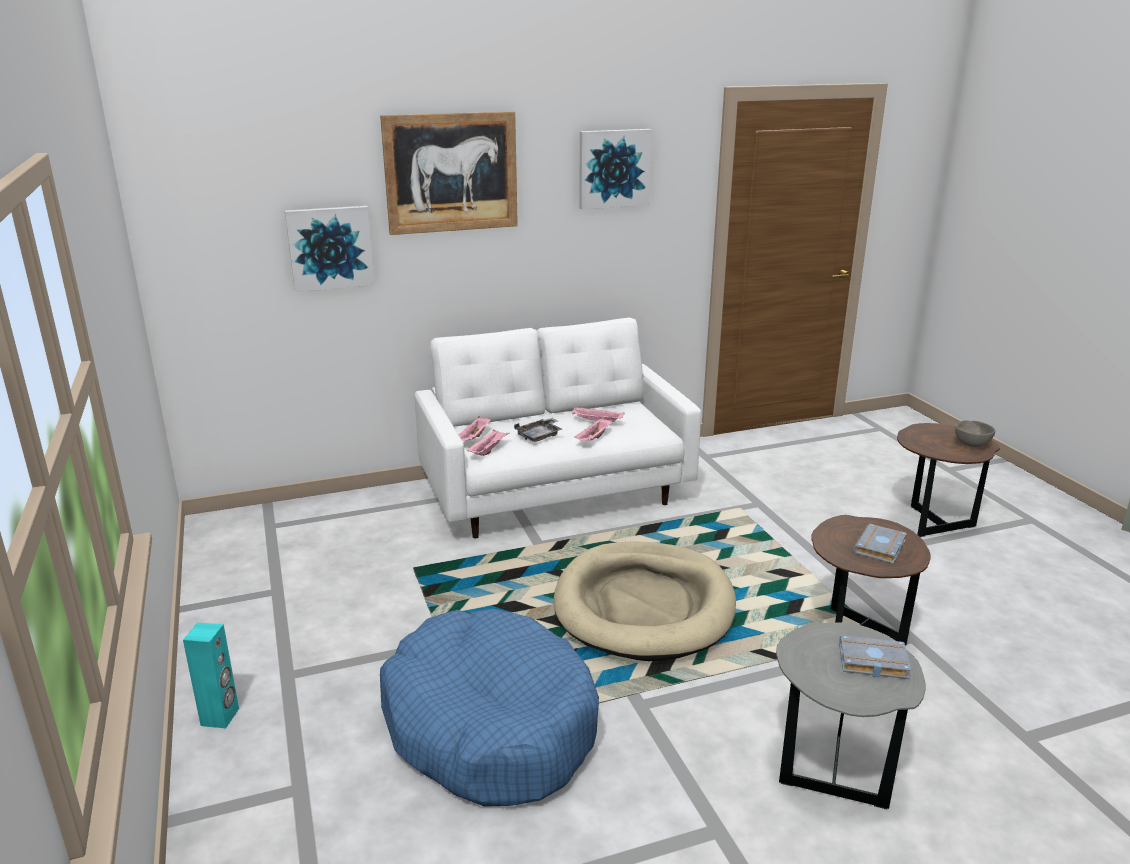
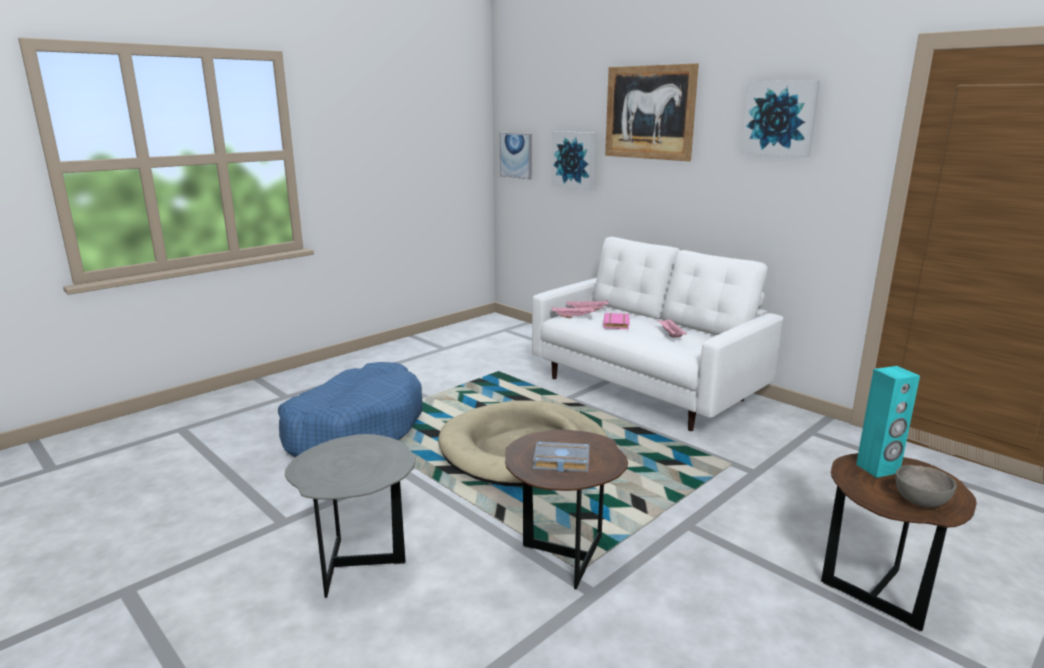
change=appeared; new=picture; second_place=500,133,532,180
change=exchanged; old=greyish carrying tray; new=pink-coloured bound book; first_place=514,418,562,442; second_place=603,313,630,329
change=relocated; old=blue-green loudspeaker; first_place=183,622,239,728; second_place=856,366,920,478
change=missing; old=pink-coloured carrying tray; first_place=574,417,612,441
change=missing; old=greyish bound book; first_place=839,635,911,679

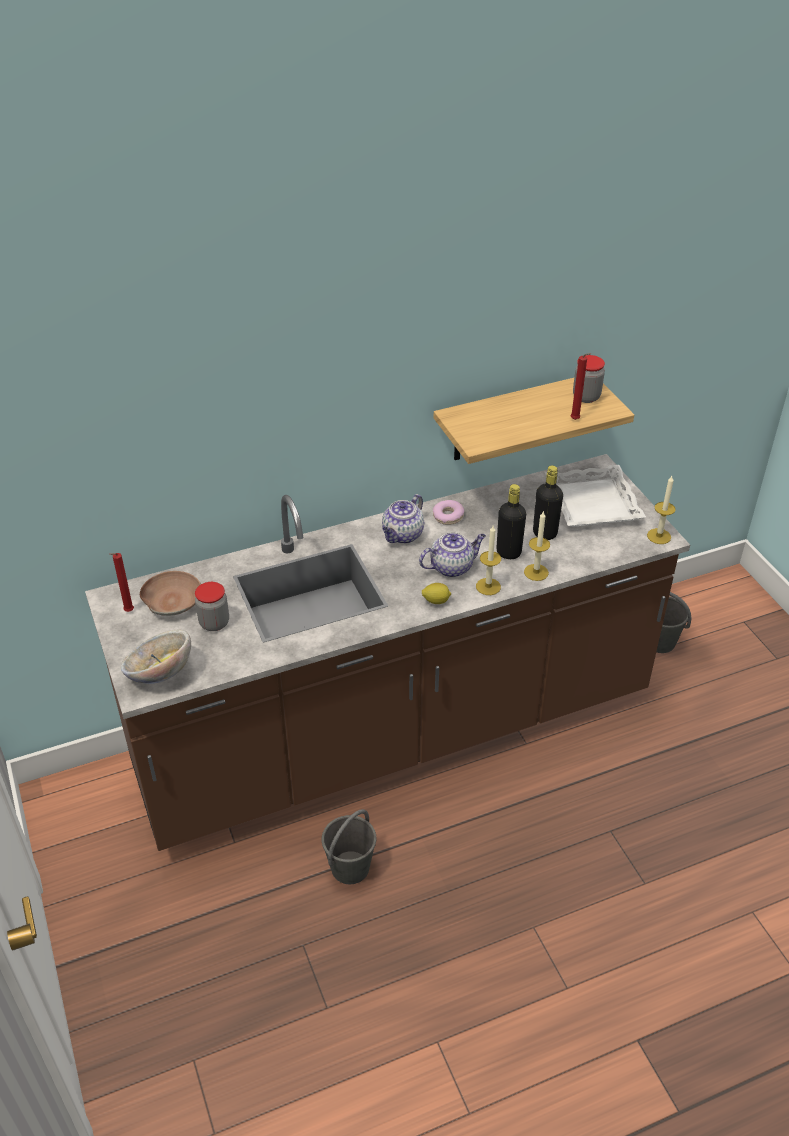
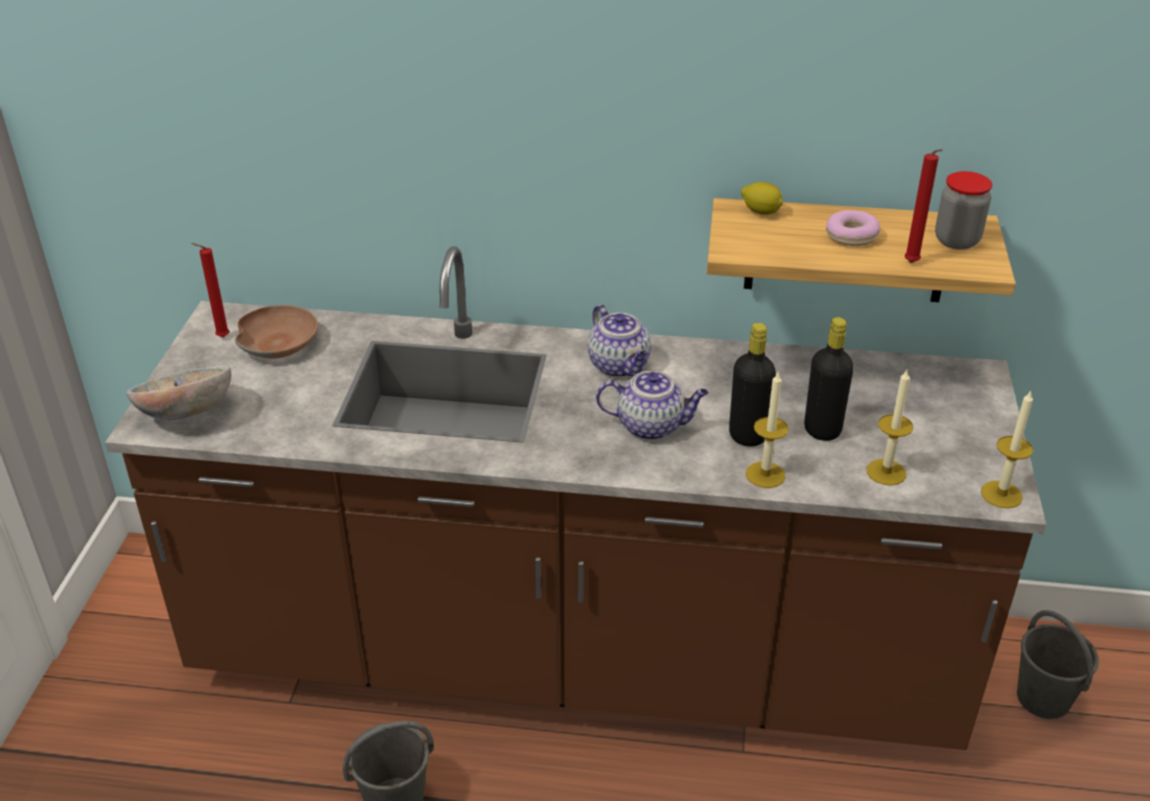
change=spun; old=tea pot; first_place=382,494,424,544; second_place=588,304,651,377; degrees=-90
change=relocated; old=whole lemon; first_place=422,583,451,604; second_place=741,182,783,215
change=relocated; old=donut; first_place=433,500,464,525; second_place=826,210,880,246
change=relocated; old=wax light; first_place=476,526,501,595; second_place=867,370,913,485
change=missing; old=preserve jar; first_place=195,582,229,631
change=missing; old=white carrying tray; first_place=545,465,646,527

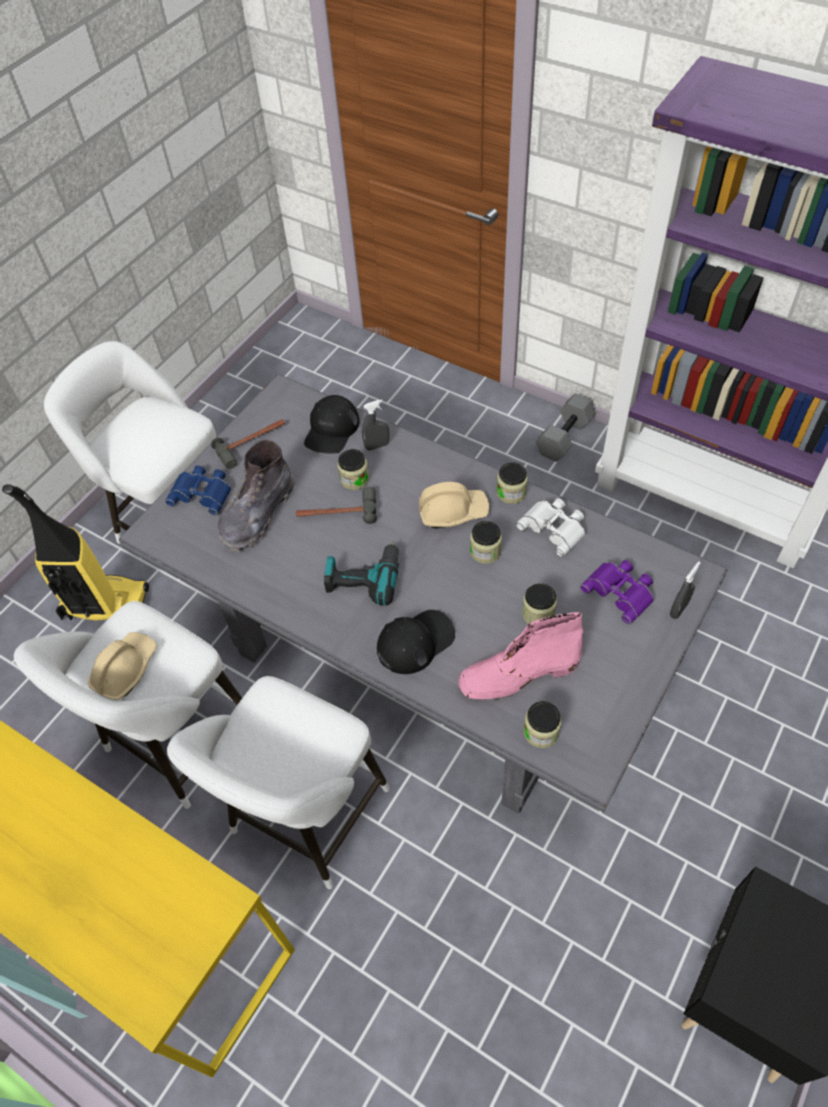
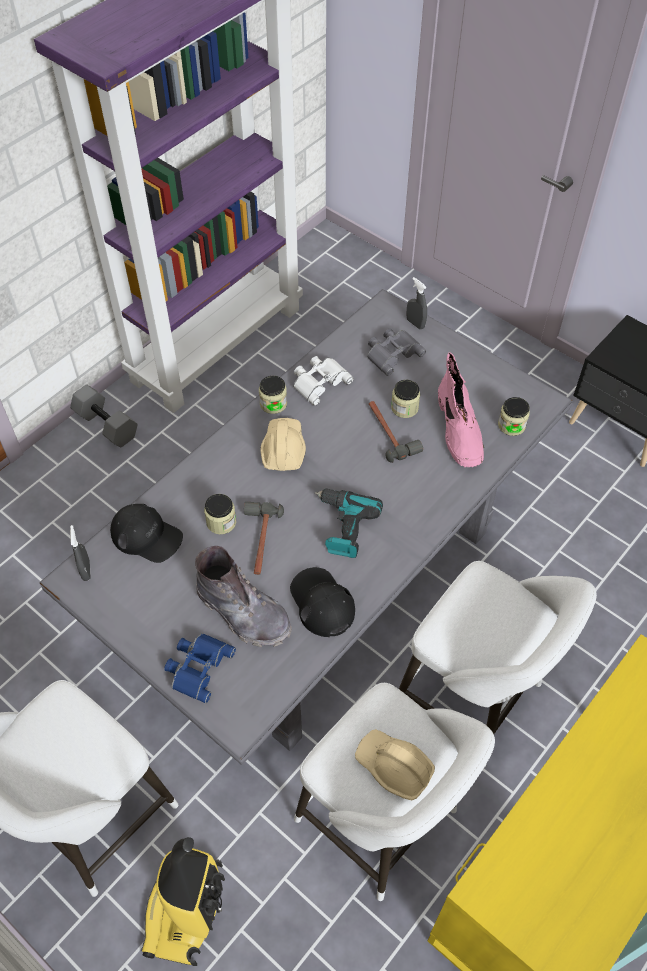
change=relocated; old=greyish sprayer; first_place=362,400,389,451; second_place=70,525,91,581
change=relocated; old=black-coloured peaked cap; first_place=377,610,455,674; second_place=290,567,355,637
change=colour; old=purplish binoculars; new=greyish binoculars; first_place=580,560,654,624; second_place=367,328,426,376
change=relocated; old=hand hammer; first_place=211,419,285,469; second_place=369,401,423,463
change=missing; old=preserve jar; first_place=470,521,502,564

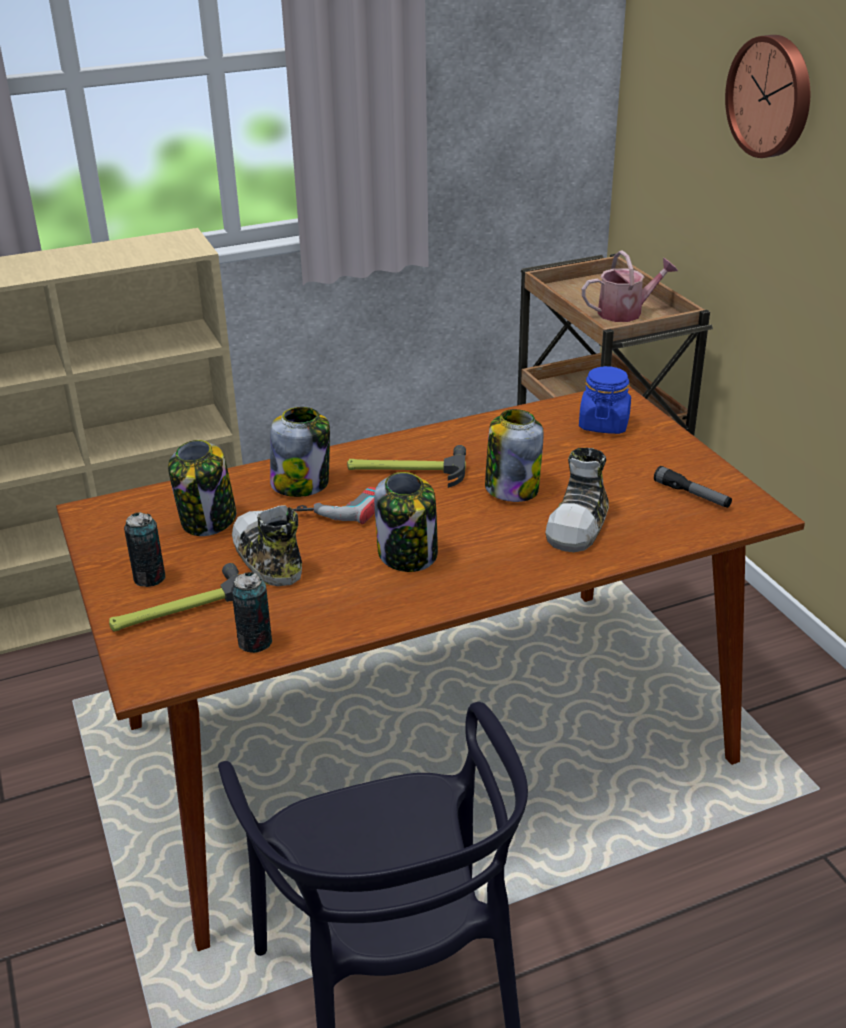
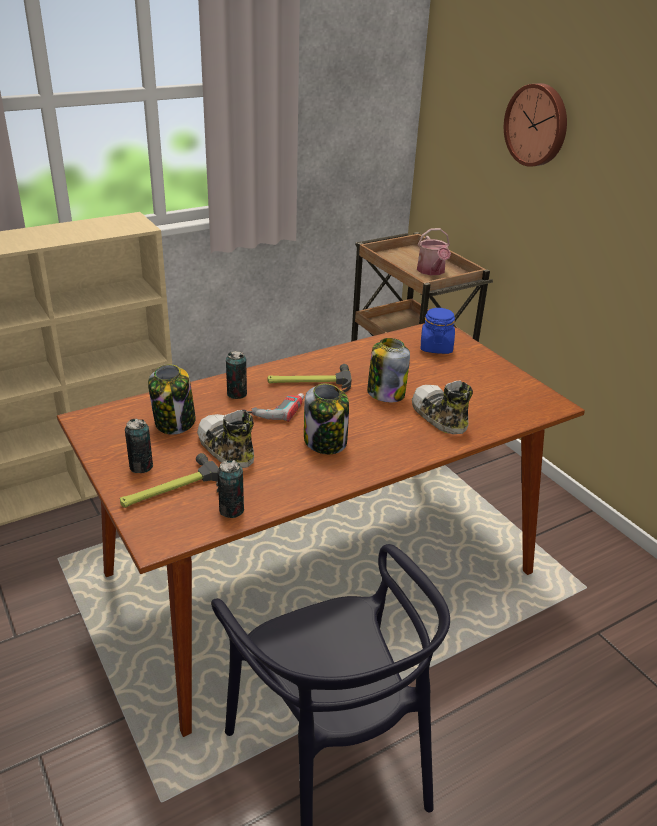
change=exchanged; old=preserve jar; new=sealed can; first_place=270,407,330,497; second_place=226,351,247,399
change=spun; old=item of footwear; first_place=545,448,609,552; second_place=412,381,473,434; degrees=135
change=spun; old=watering pot; first_place=582,250,678,322; second_place=417,228,451,275; degrees=105
change=missing; old=torch; first_place=654,466,732,508

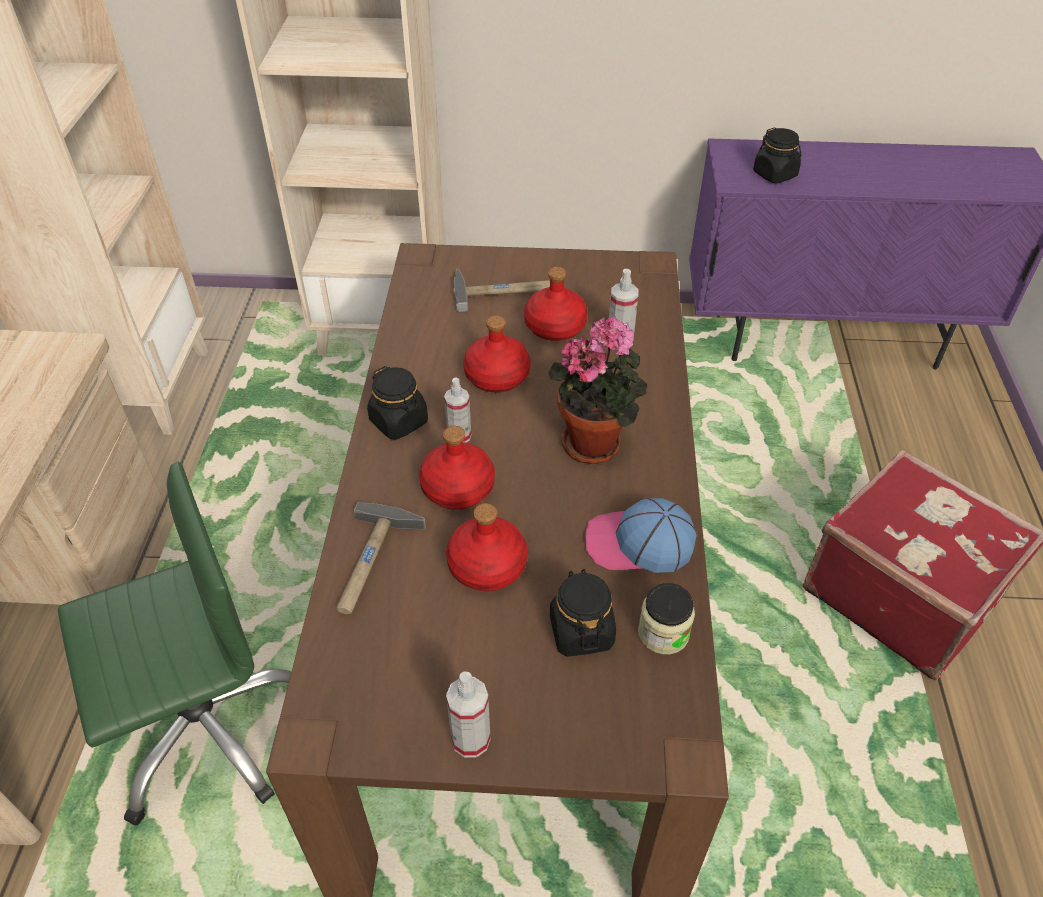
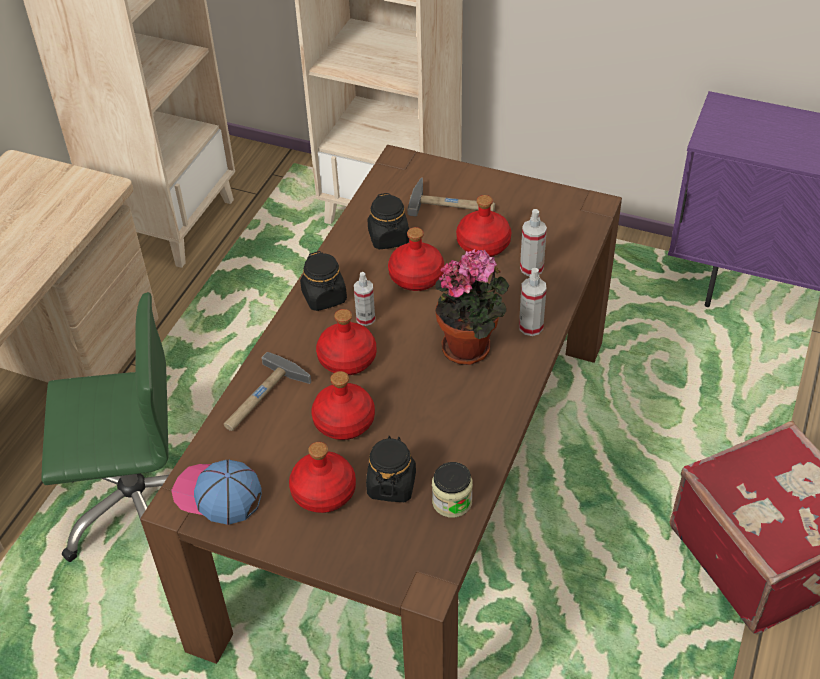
change=relocated; old=peaked cap; first_place=585,498,697,573; second_place=171,459,262,525
change=appeared; new=red-coloured beverage bottle; second_place=289,442,356,513
change=relocated; old=black-coloured preserve jar; first_place=753,127,801,183; second_place=368,193,409,249
change=relocated; old=sprayer; first_place=446,672,491,758; second_place=519,268,547,336

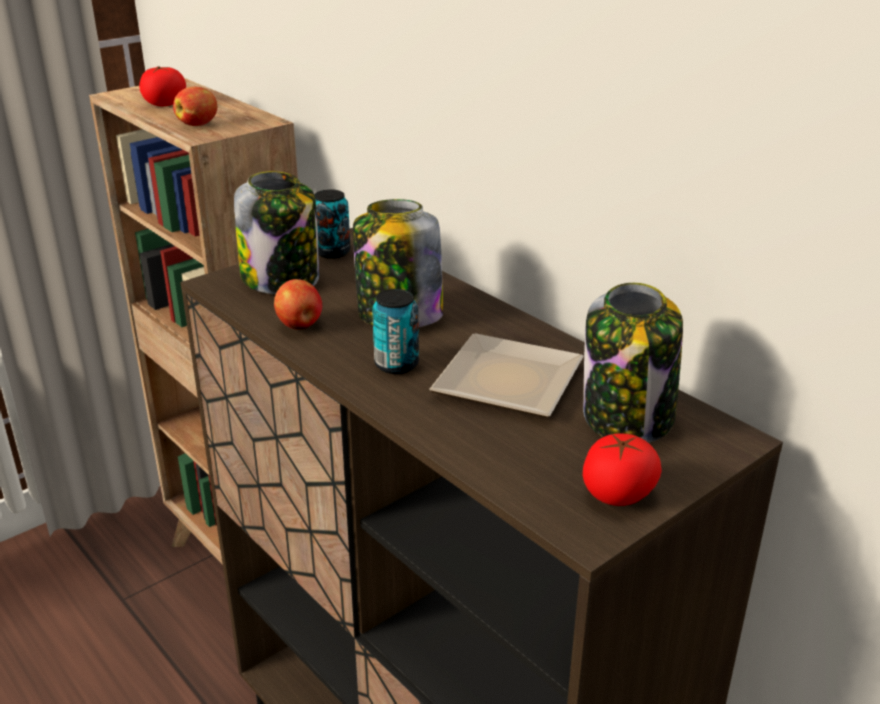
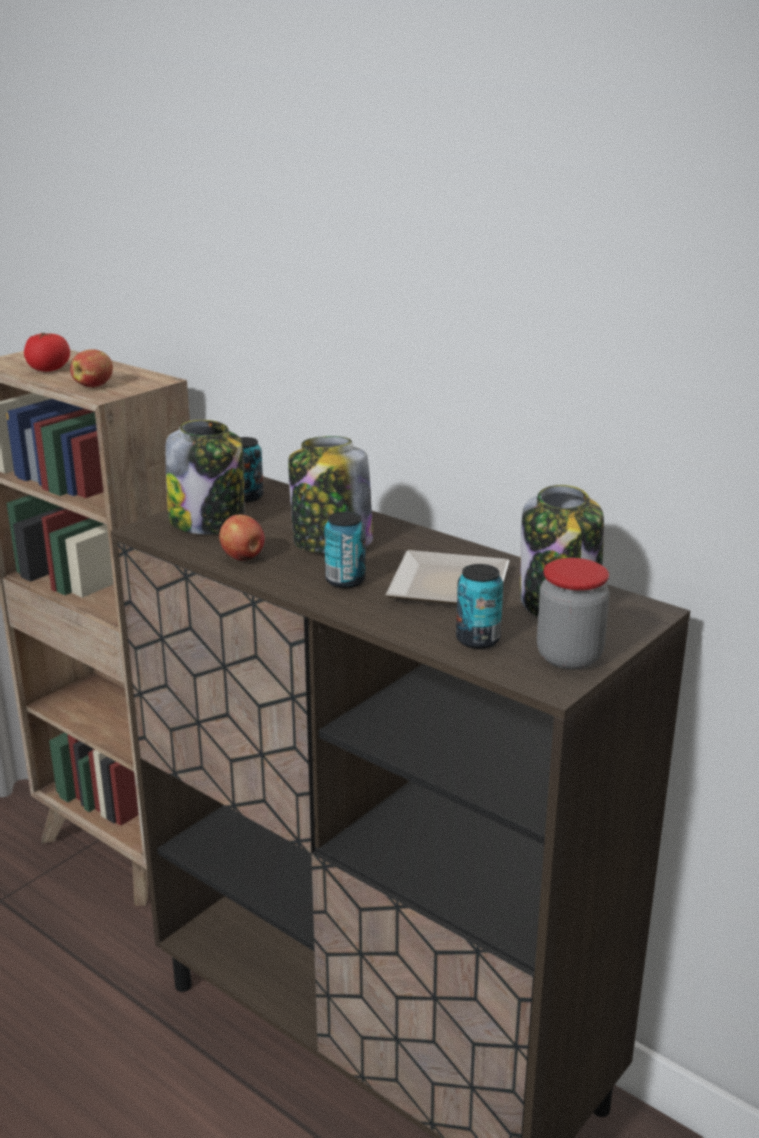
change=appeared; new=sealed can; second_place=456,564,503,649
change=exchanged; old=tomato; new=preserve jar; first_place=583,434,662,506; second_place=537,558,610,670

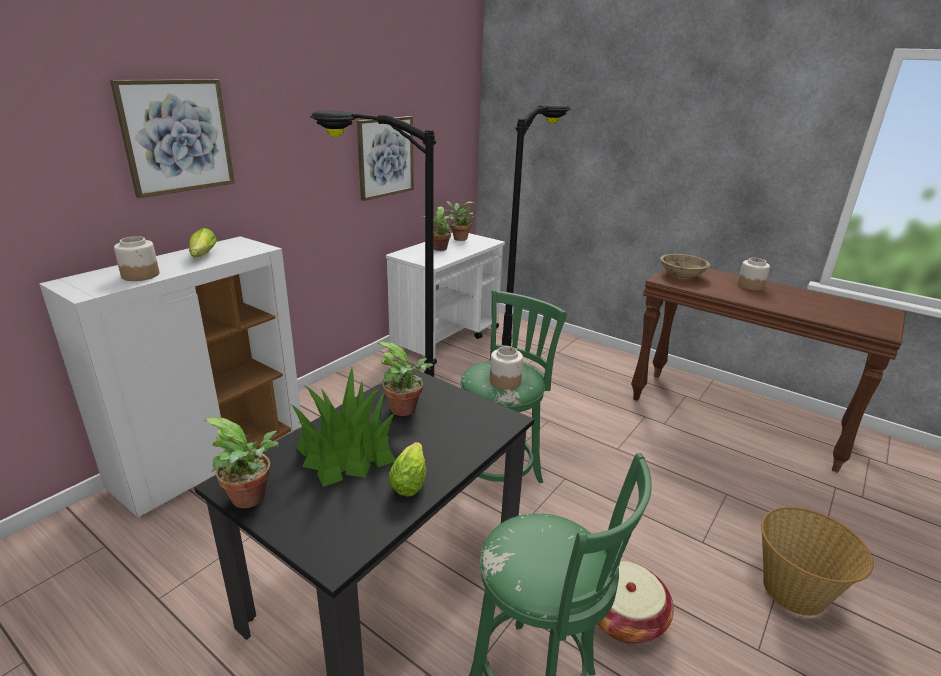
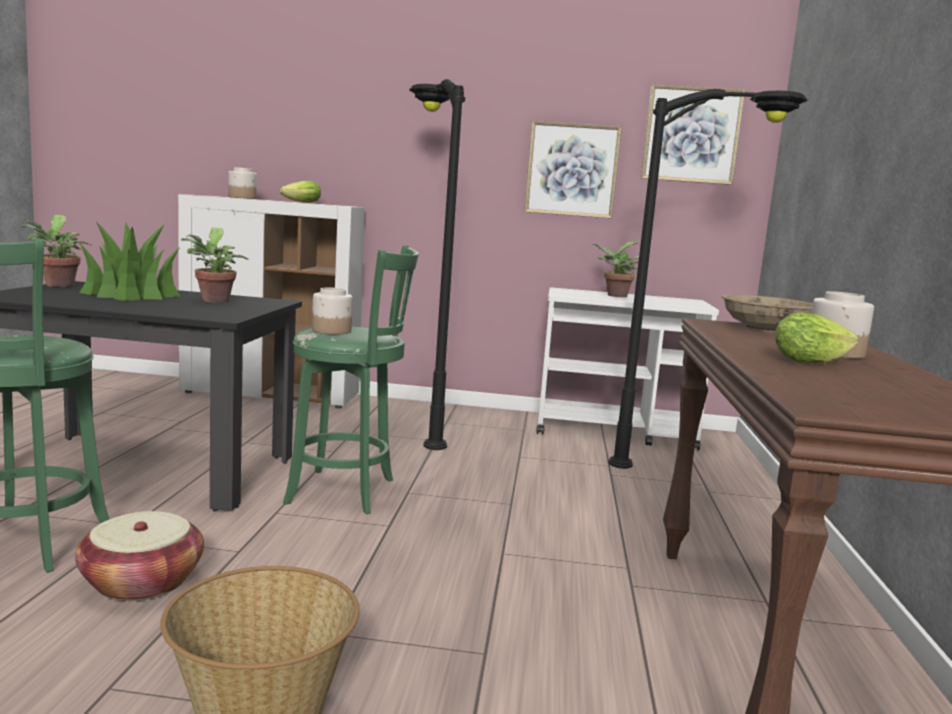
change=relocated; old=picture; first_place=110,79,235,198; second_place=641,84,745,185
change=relocated; old=lettuce head; first_place=388,442,426,497; second_place=775,312,858,363
change=missing; old=potted plant; first_place=445,201,475,241

